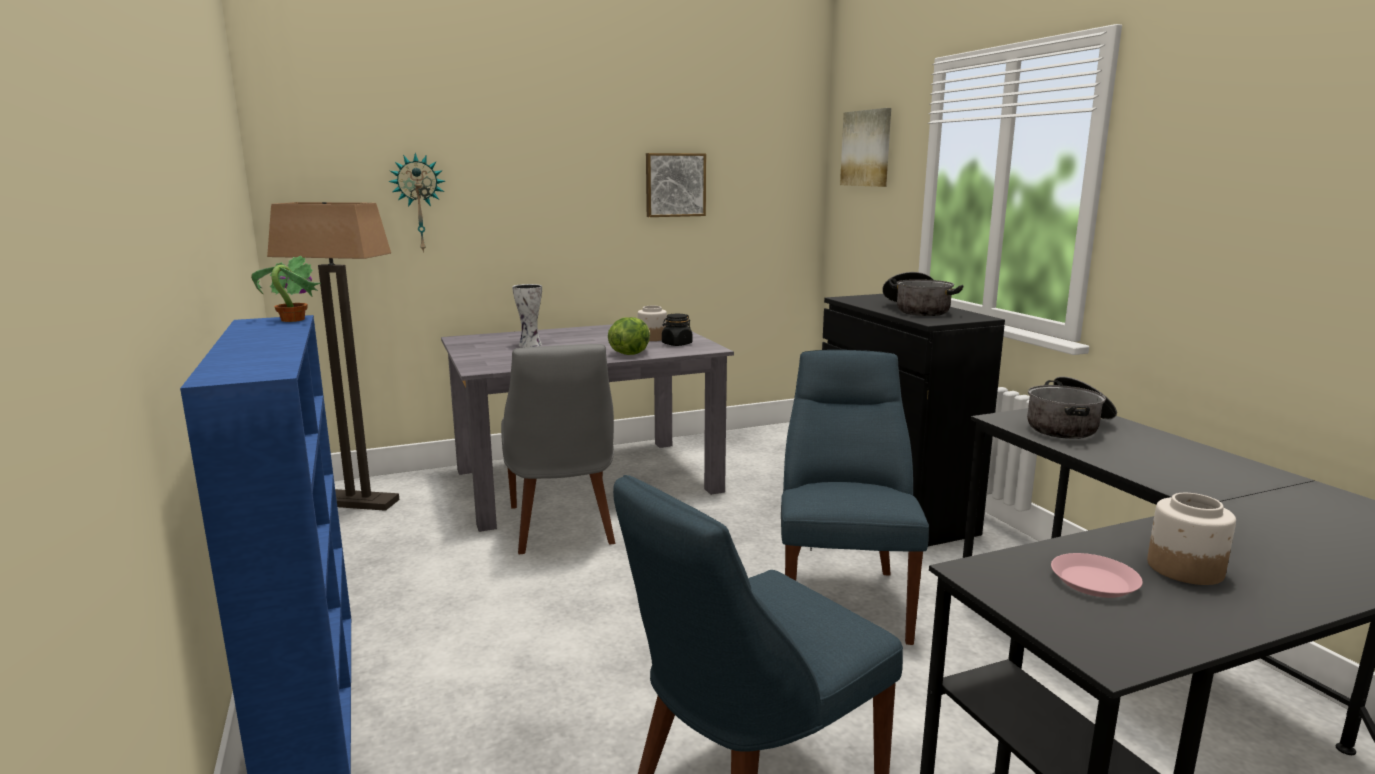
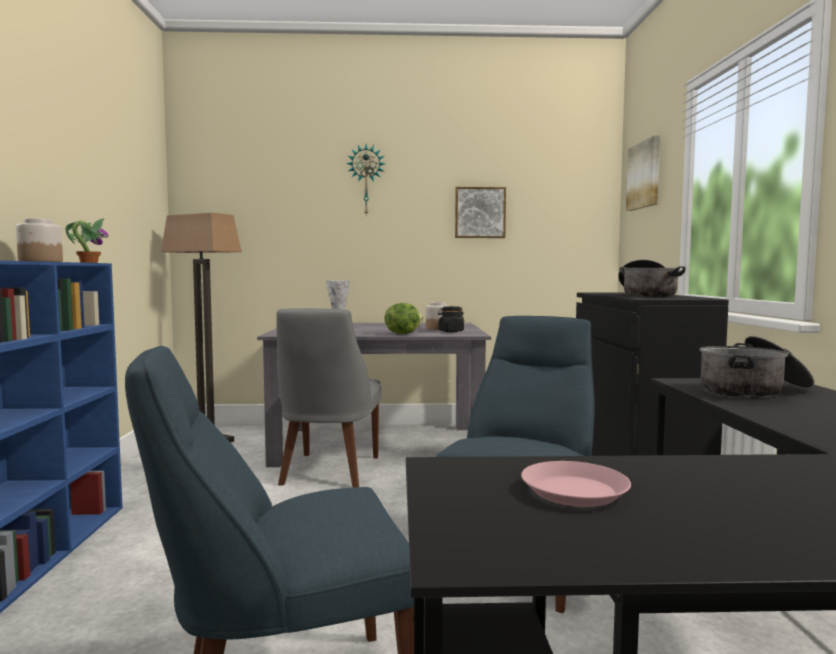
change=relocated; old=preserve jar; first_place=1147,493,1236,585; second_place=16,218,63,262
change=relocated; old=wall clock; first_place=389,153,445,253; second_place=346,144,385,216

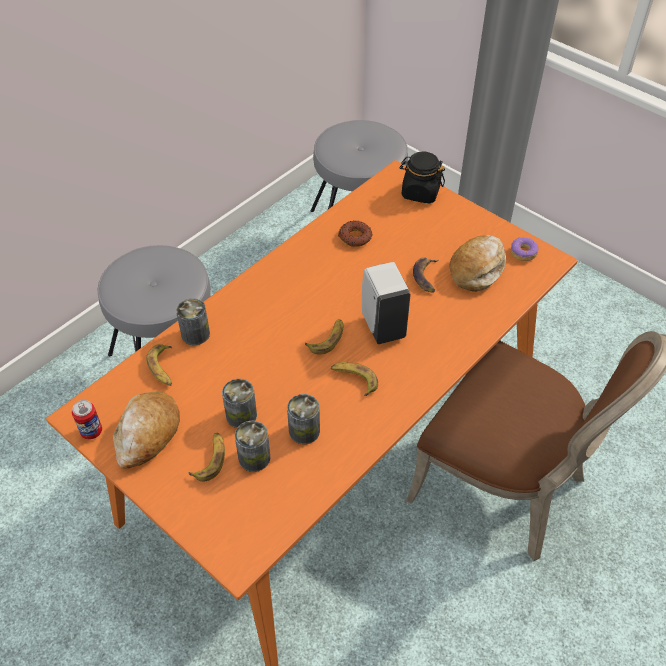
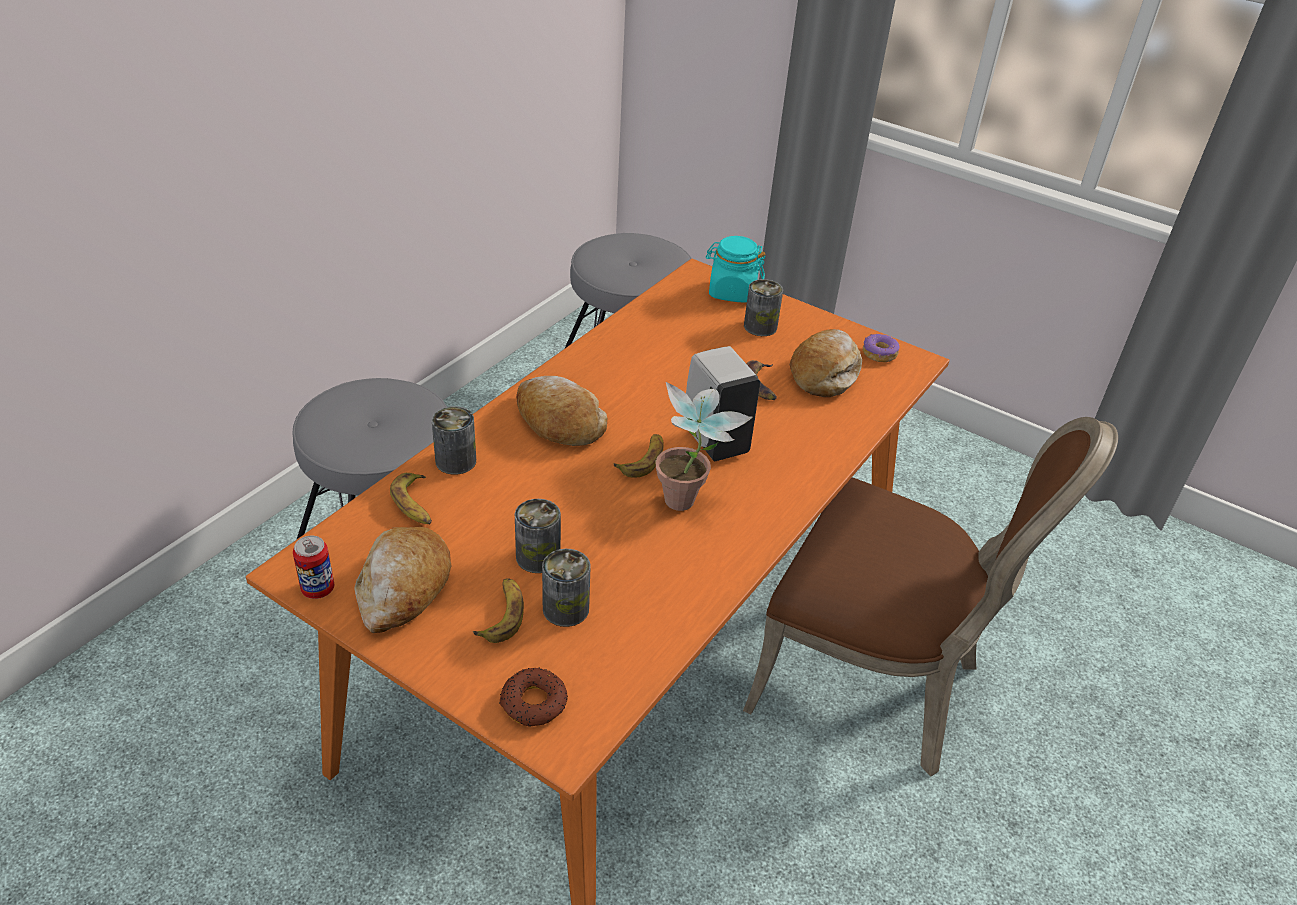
change=relocated; old=donut; first_place=338,221,372,247; second_place=499,667,568,727
change=appeared; new=baked bread; second_place=516,376,607,446
change=exchanged; old=banana fruit; new=potted plant; first_place=331,362,378,396; second_place=655,382,752,511
change=colour; old=black-coloured preserve jar; new=blue-green preserve jar; first_place=399,152,445,203; second_place=706,236,765,303
change=relocated; old=sealed can; first_place=287,394,320,444; second_place=744,279,783,336

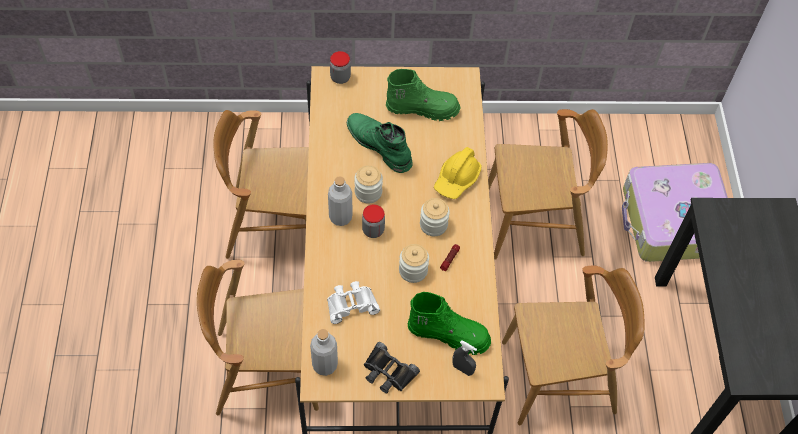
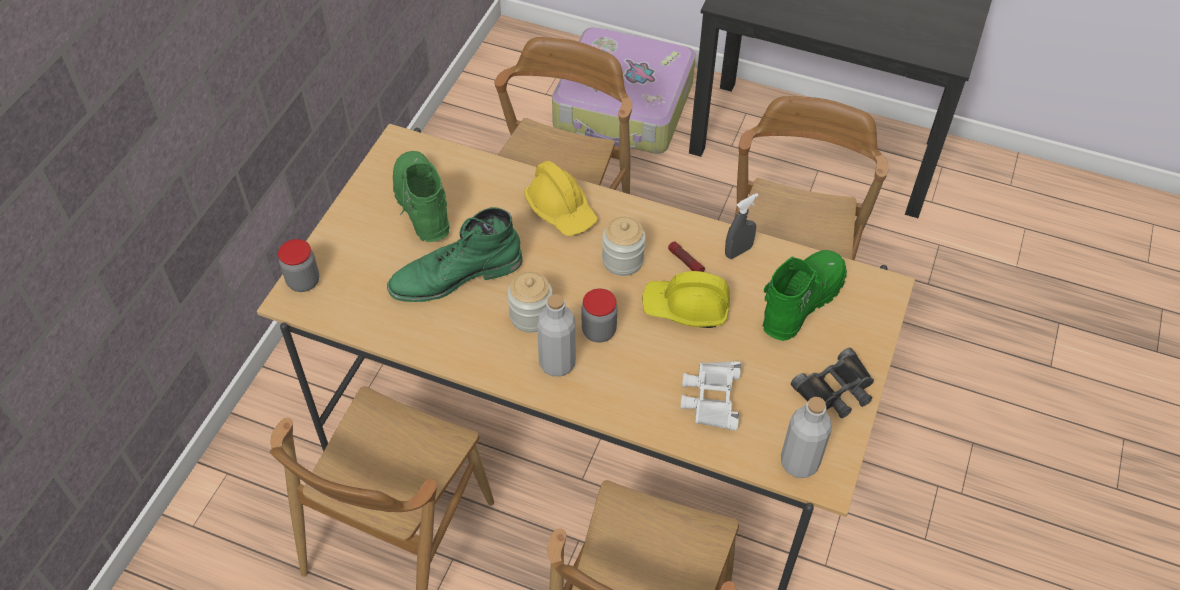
change=spun; old=green-coloured tall boot; first_place=386,69,460,121; second_place=393,151,450,242; degrees=-45
change=exchanged; old=preserve jar; new=yellow hard hat; first_place=399,244,429,283; second_place=642,271,730,328
change=relocated; old=greyish sprayer; first_place=453,340,477,376; second_place=725,193,759,259

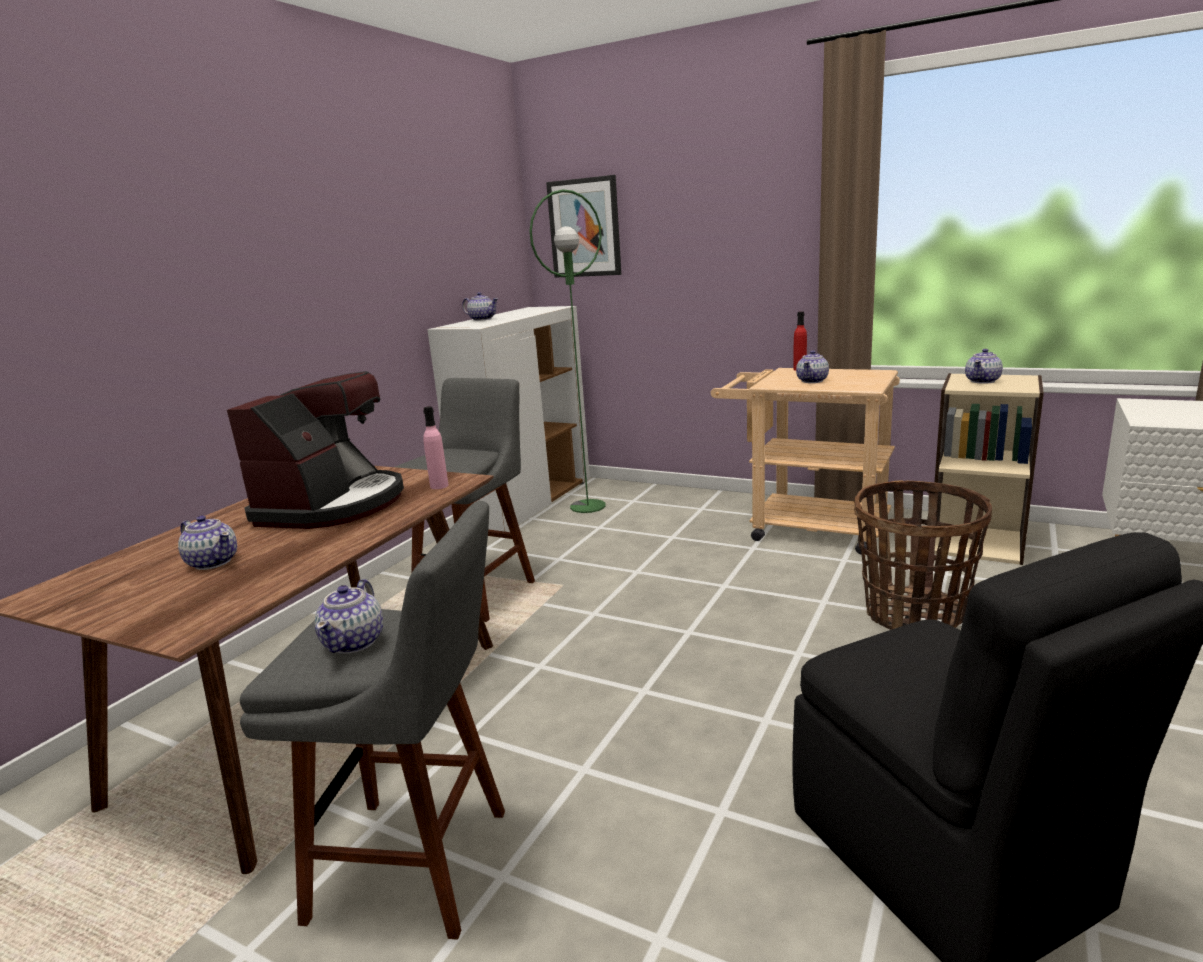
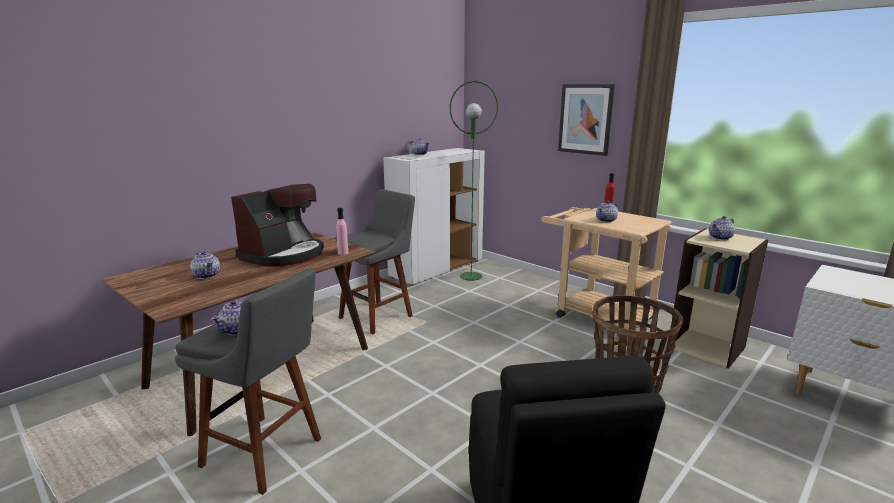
change=relocated; old=picture; first_place=546,175,621,278; second_place=558,84,615,156

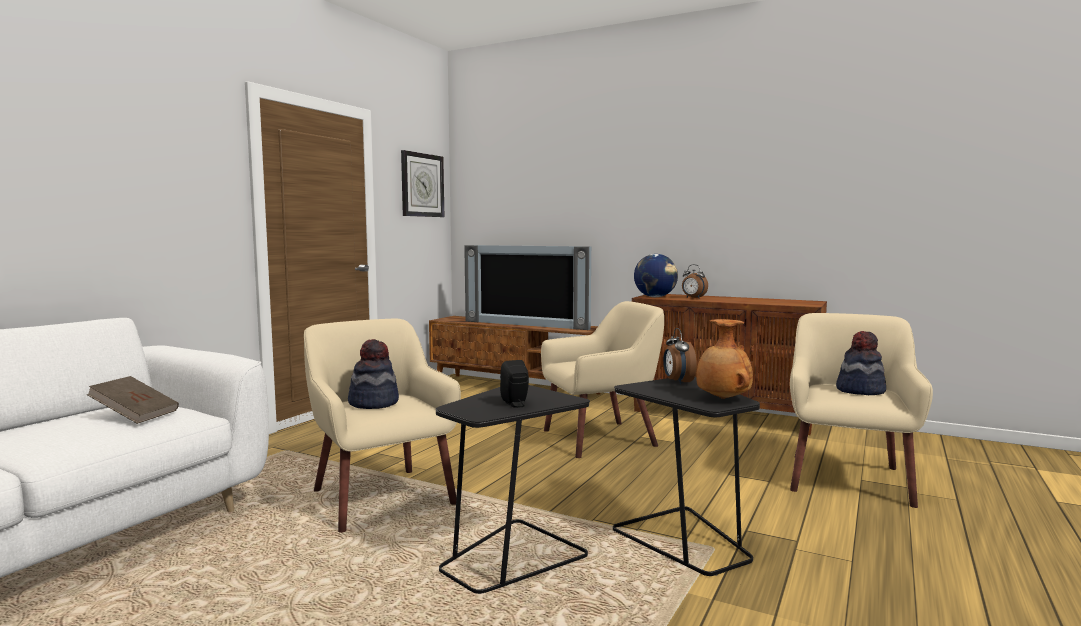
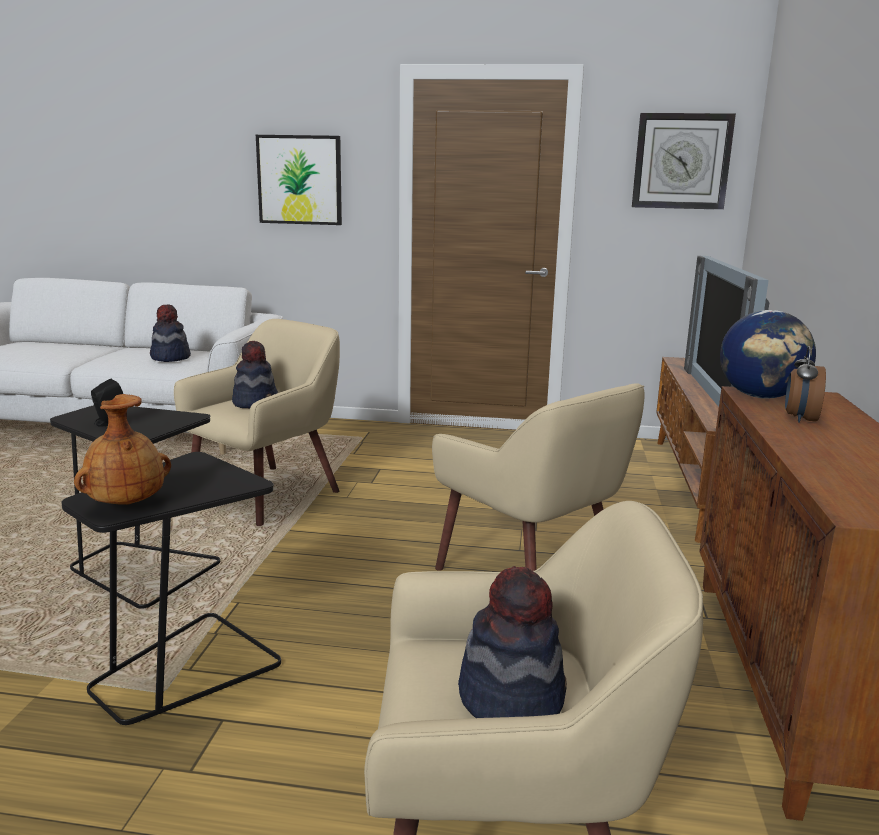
change=exchanged; old=brown-coloured bound book; new=hat; first_place=87,376,179,424; second_place=150,304,191,362
change=appeared; new=picture; second_place=256,135,342,225
change=missing; old=table clock; first_place=663,328,697,385

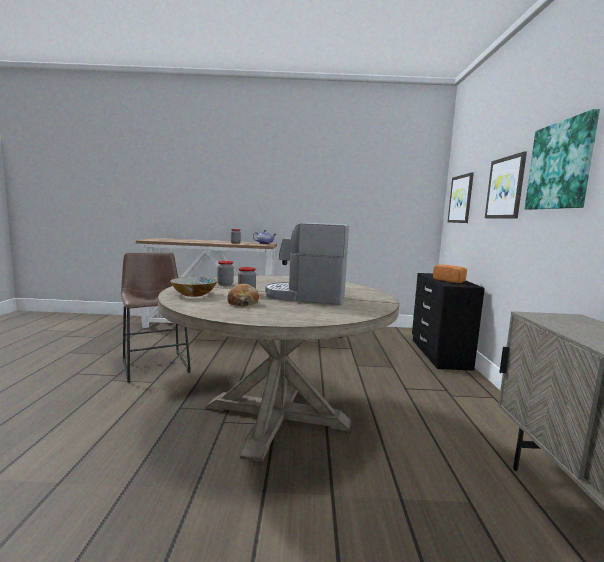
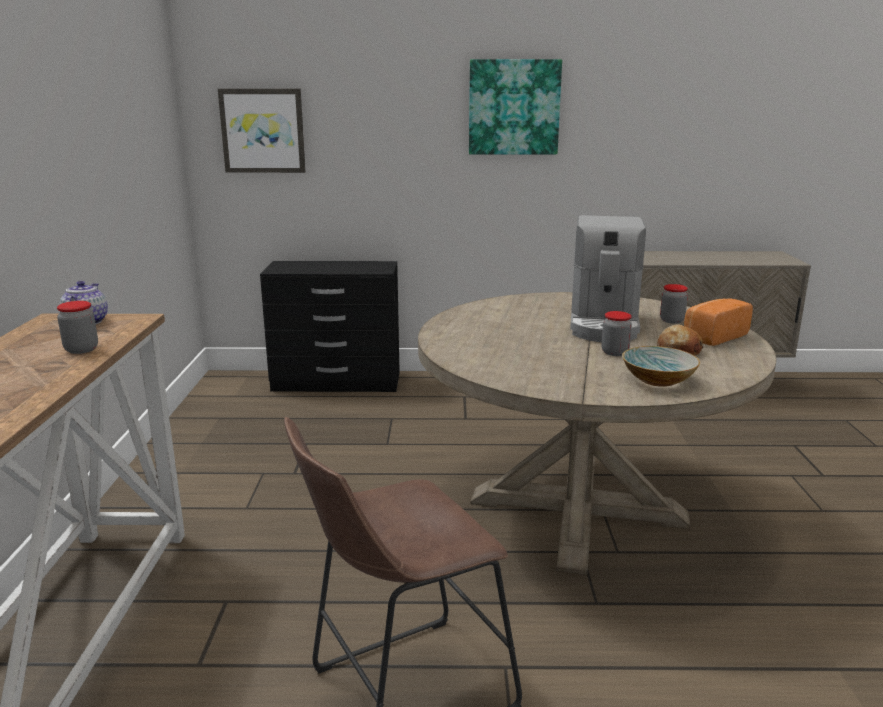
change=relocated; old=preserve jar; first_place=217,261,234,286; second_place=660,284,688,324
change=relocated; old=baked bread; first_place=433,264,467,283; second_place=684,298,753,346
change=missing; old=picture; first_place=485,151,527,219

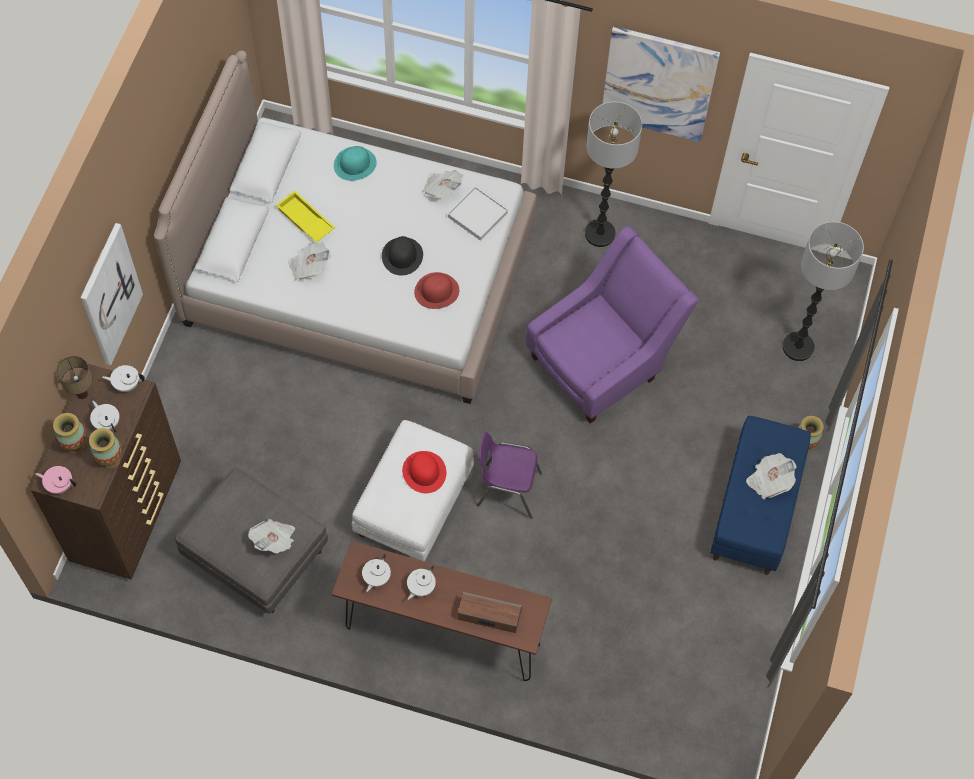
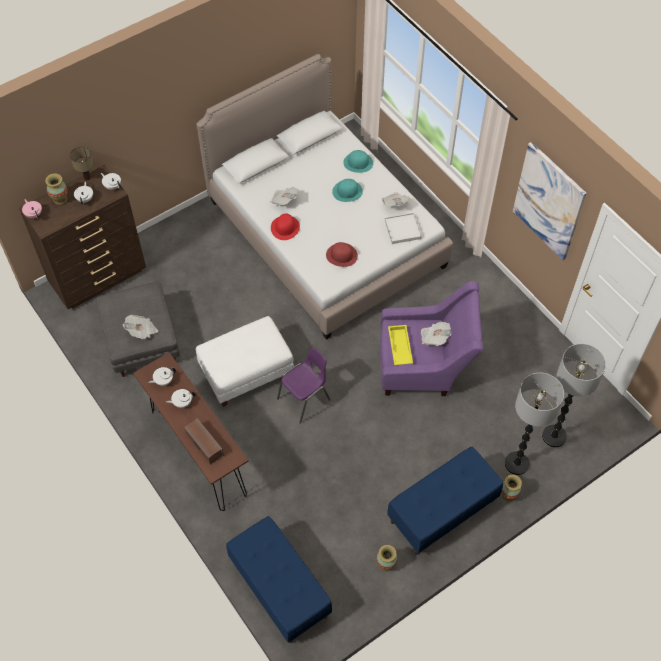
change=appeared; new=blue long seat; second_place=226,516,332,643
change=relocated; old=red-coloured hat; first_place=402,451,446,493; second_place=271,214,300,240
change=spun; old=purplish plain chair; first_place=477,432,542,519; second_place=277,347,330,424; degrees=90
change=appeared; new=blue-green hat; second_place=332,179,363,202
change=relocated; old=vase; first_place=89,428,122,469; second_place=376,545,398,572
change=relocated; old=yellow carrying tray; first_place=276,191,335,243; second_place=388,325,413,365
change=relocated; old=newspaper; first_place=746,453,797,499; second_place=421,321,451,346
change=relocated; old=standard lamp; first_place=585,101,642,247; second_place=505,373,564,475
change=missing; old=picture; first_place=80,223,143,365
change=missing; old=black-coloured hat; first_place=382,236,423,275

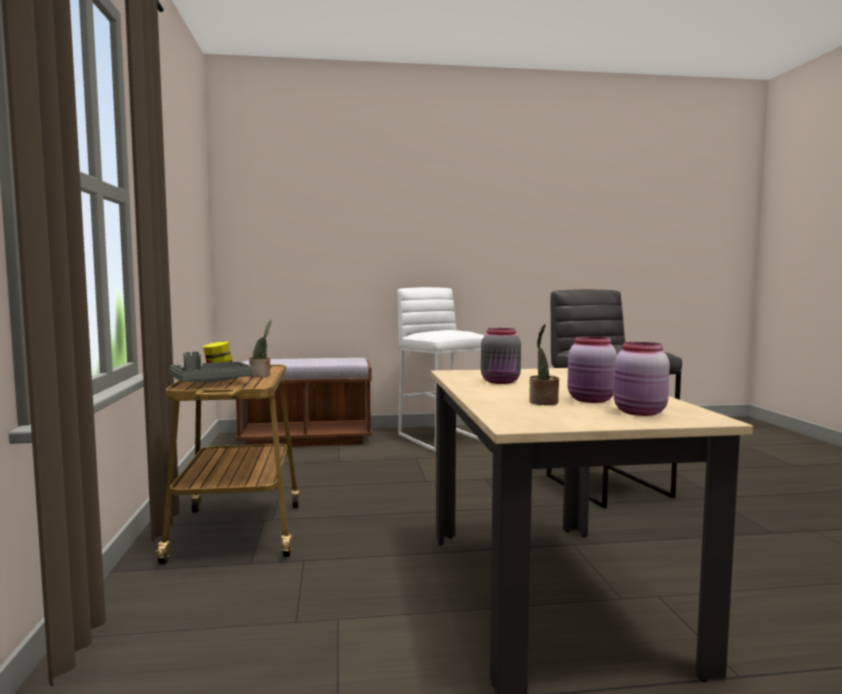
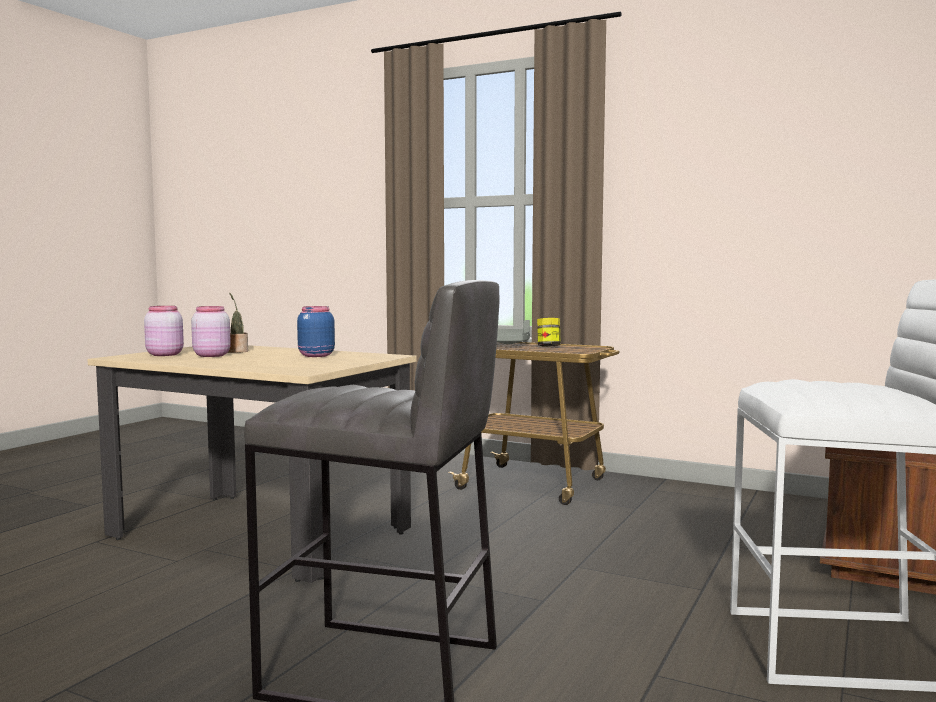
change=colour; old=greyish preserve jar; new=blue preserve jar; first_place=481,328,521,384; second_place=297,306,335,357
change=missing; old=potted plant; first_place=249,319,272,377

